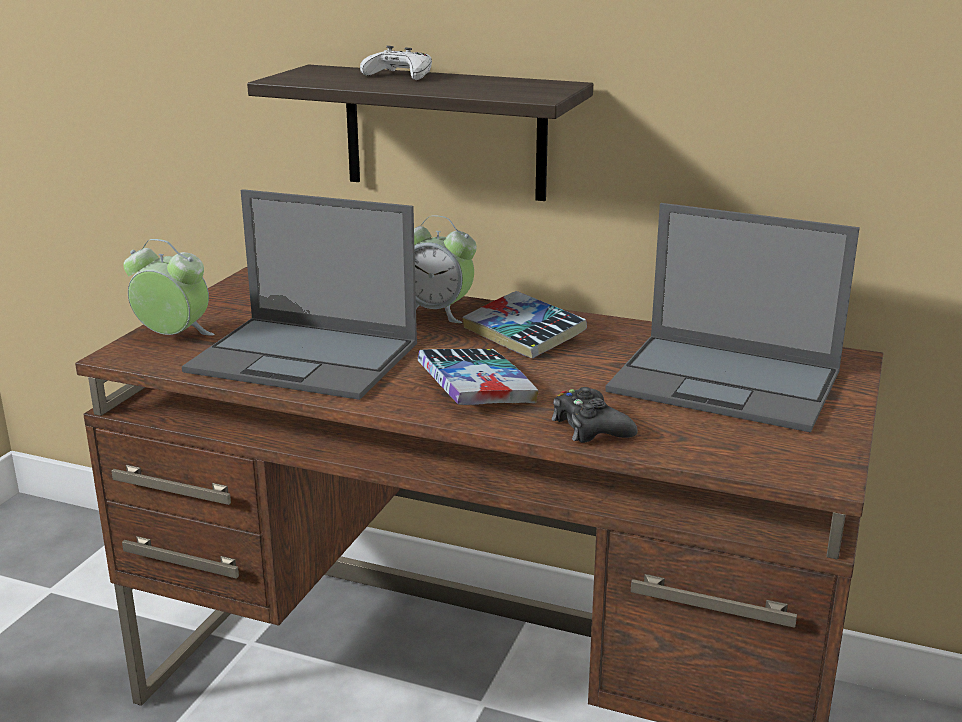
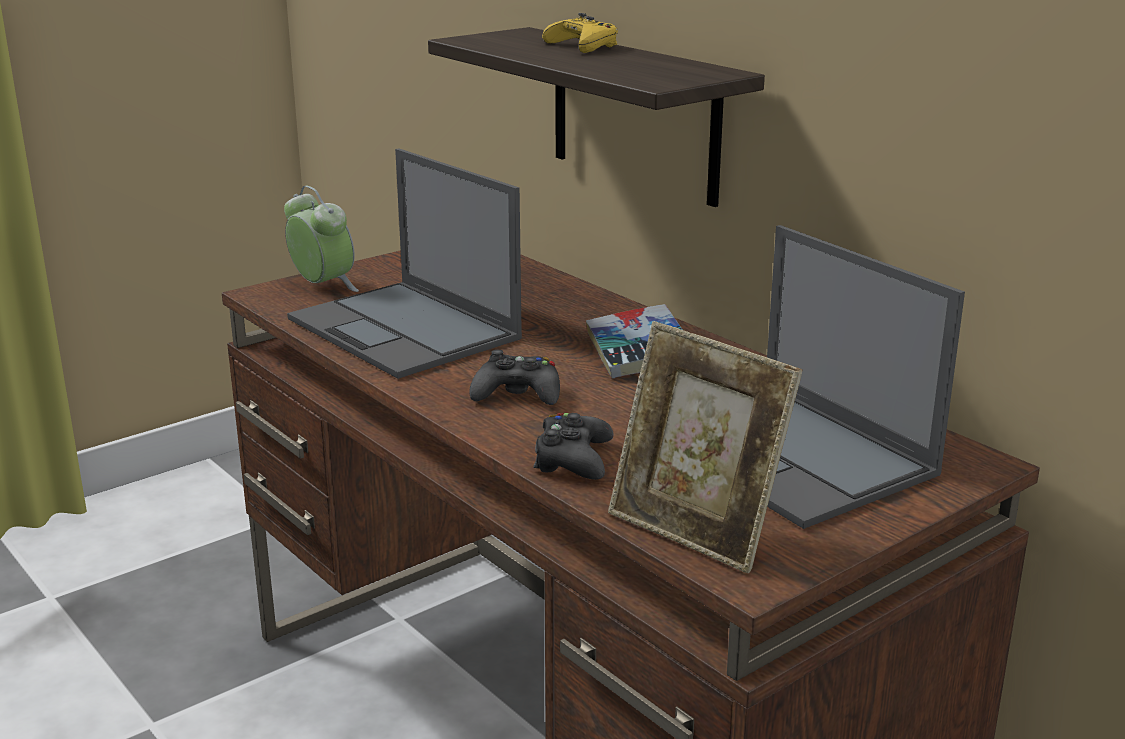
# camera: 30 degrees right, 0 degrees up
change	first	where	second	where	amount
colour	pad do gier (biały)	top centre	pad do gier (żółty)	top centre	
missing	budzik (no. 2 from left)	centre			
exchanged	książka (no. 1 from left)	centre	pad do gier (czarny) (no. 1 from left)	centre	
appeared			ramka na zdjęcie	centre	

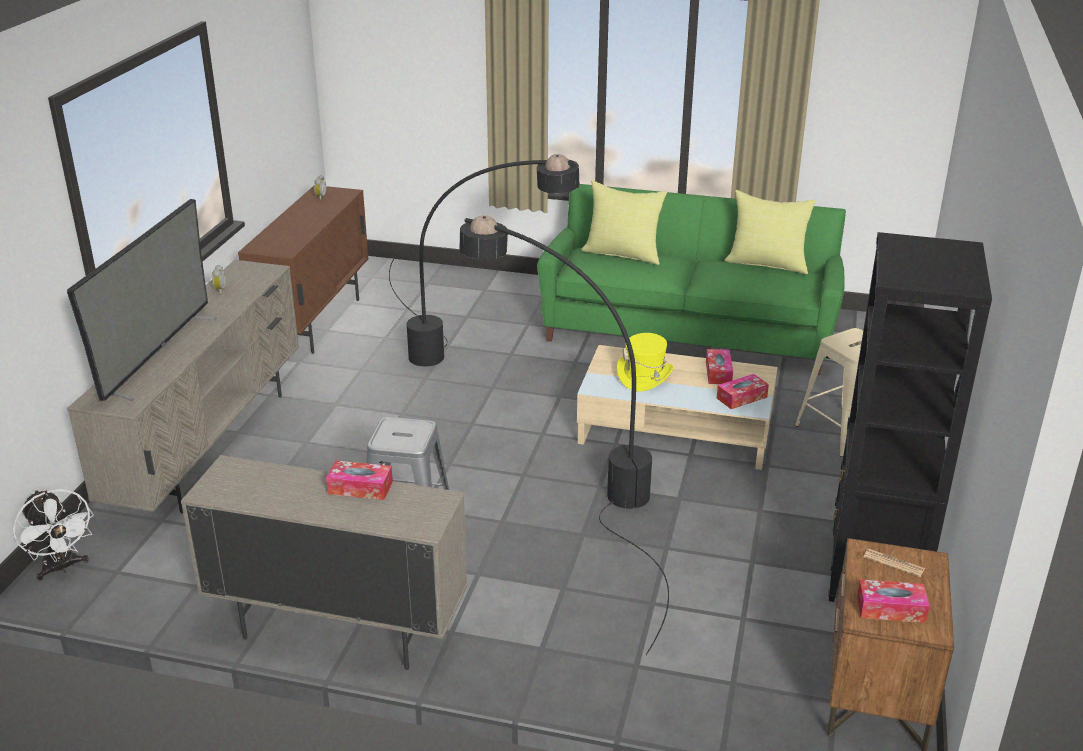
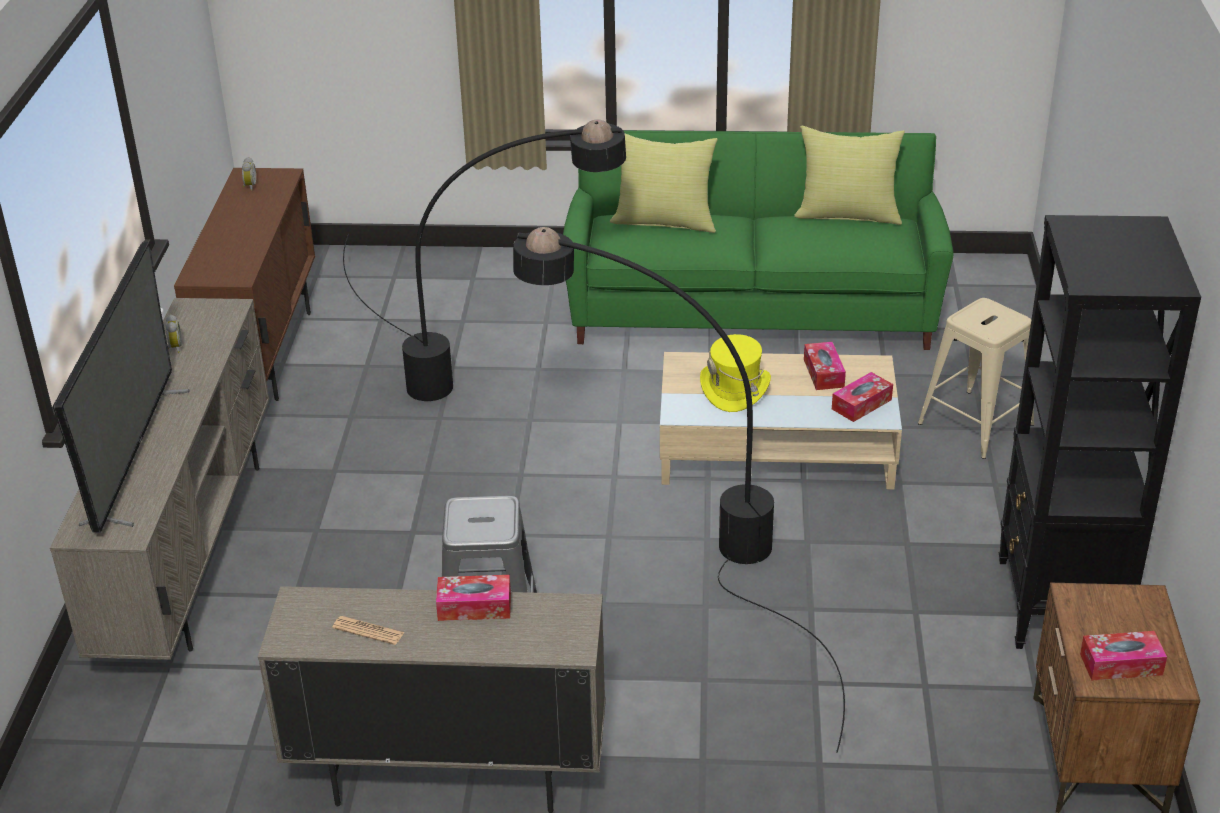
# camera: 10 degrees left, 5 degrees up
change	first	where	second	where	amount
missing	wentylator (biały)	bottom left			
relocated	gazeta	bottom right		bottom left	

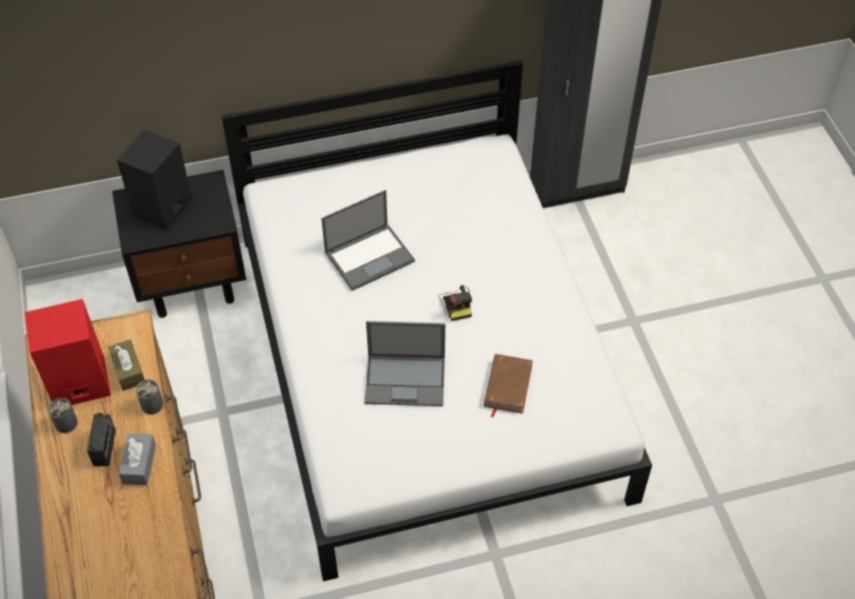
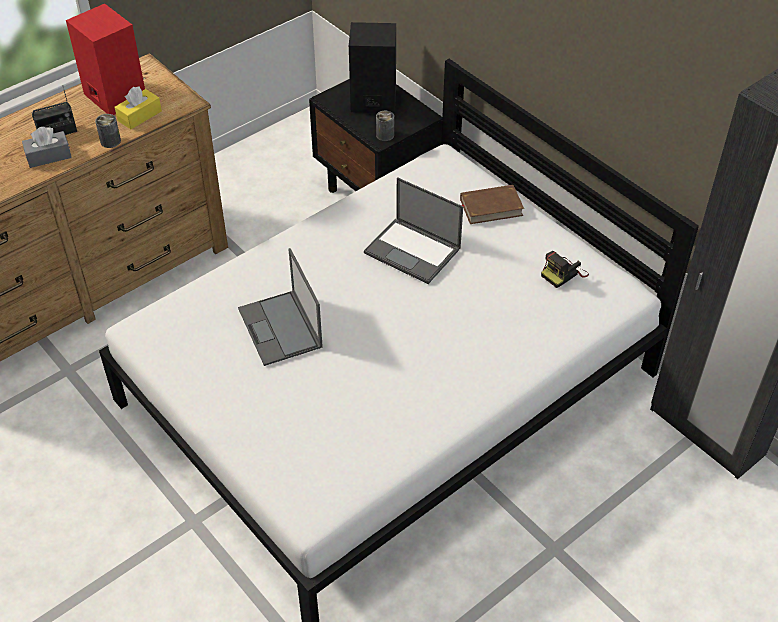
# camera: 65 degrees right, 5 degrees down
change	first	where	second	where	amount
relocated	aparat fotograficzny	centre		middle right	
colour	pudełko chusteczek (brązowy)	middle left	pudełko chusteczek (żółty)	top left	
relocated	książka (brązowy)	centre		top centre	
relocated	puszka (no. 1 from left in the first image)	bottom left	puszka (no. 2 from left)	top centre	

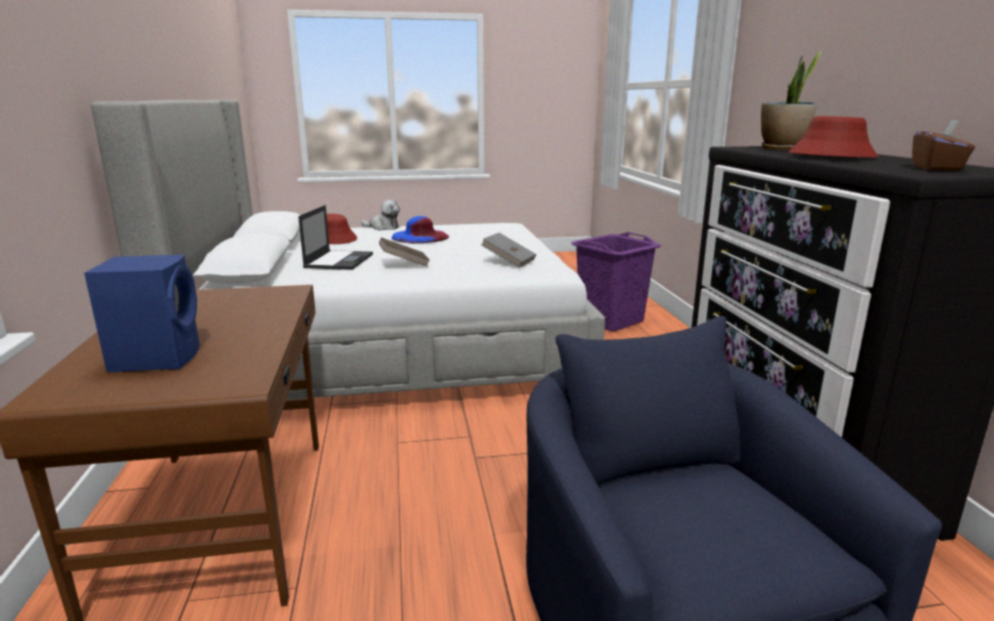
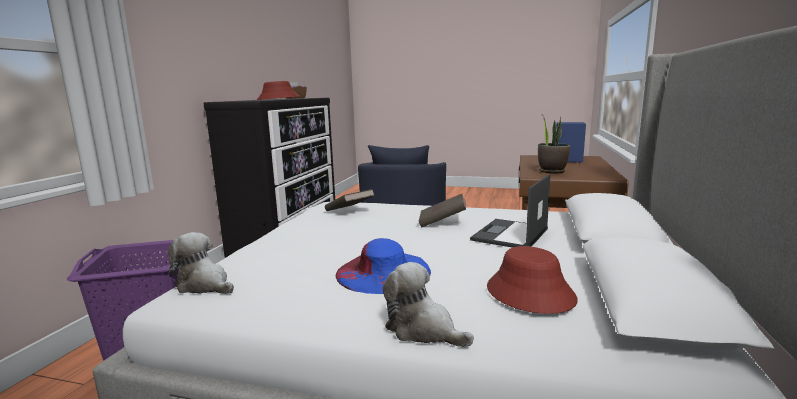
# camera: 155 degrees left, 5 degrees down
change	first	where	second	where	amount
relocated	roślina doniczkowa	top right		middle right	
colour	książka (szary)	centre	książka (brązowy) (no. 1 from left)	centre	
appeared			pluszak (no. 1 from left)	middle left	

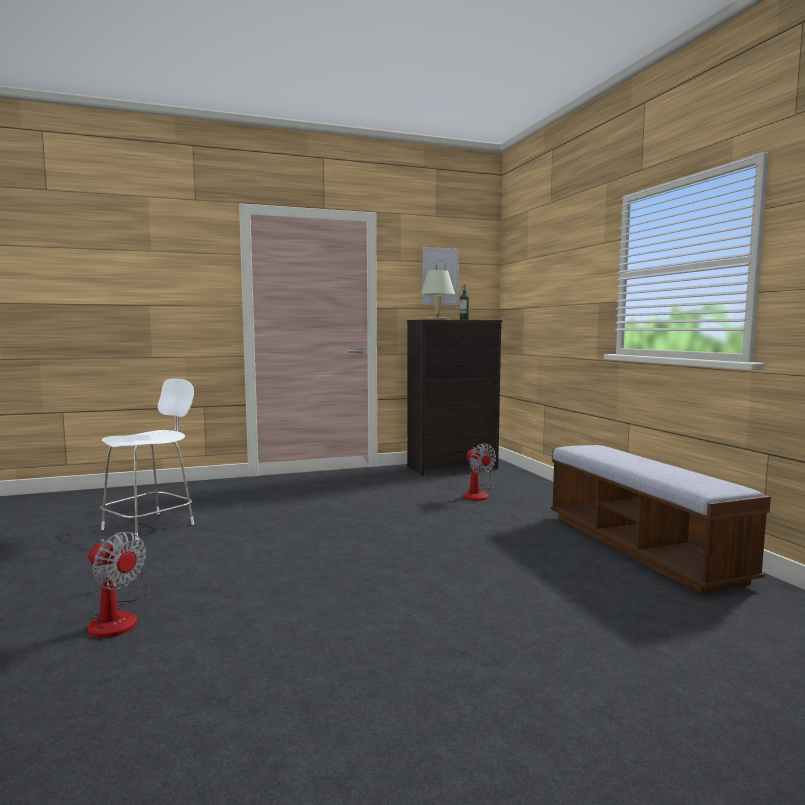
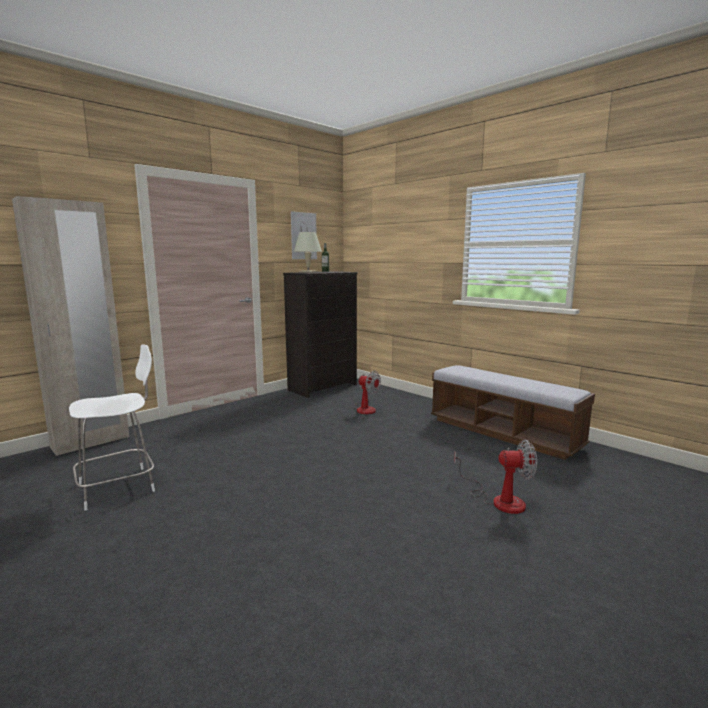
# camera: 25 degrees left, 5 degrees up
change	first	where	second	where	amount
spun	krzesło (biały)	middle left		middle left	45 degrees clockwise
relocated	wentylator (no. 1 from left in the first image)	bottom left	wentylator (no. 2 from left)	bottom right	
appeared			szafa (beżowy)	middle left	

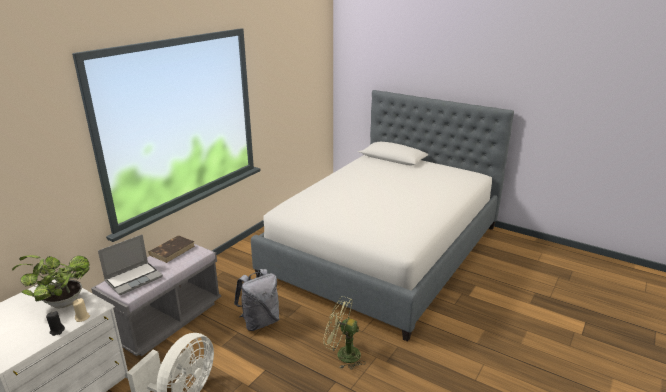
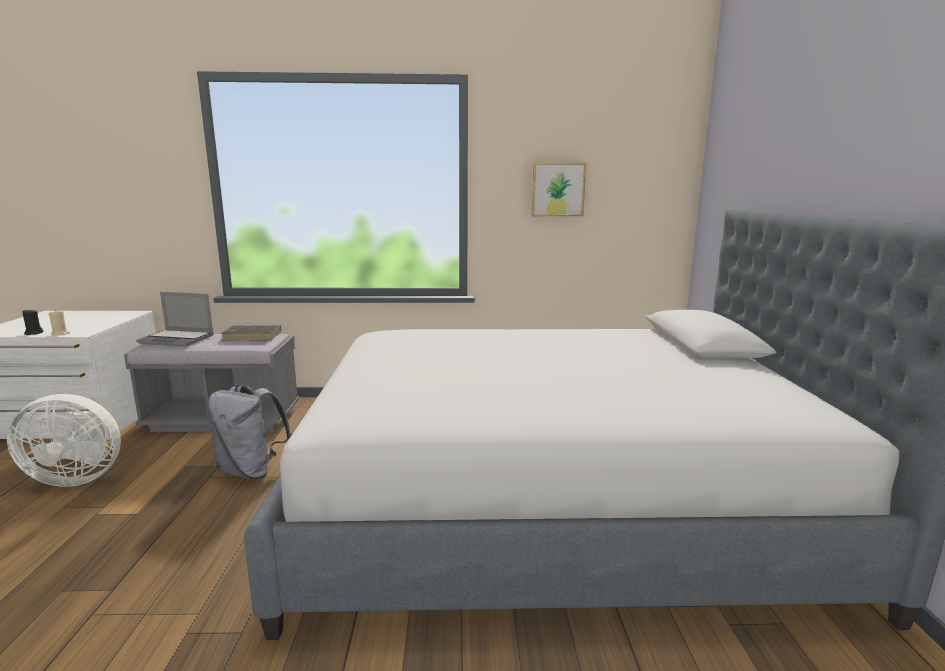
# camera: 55 degrees right, 10 degrees down
change	first	where	second	where	amount
missing	roślina doniczkowa	bottom left			
missing	wentylator (zielony)	bottom centre			
appeared			obraz	top centre	

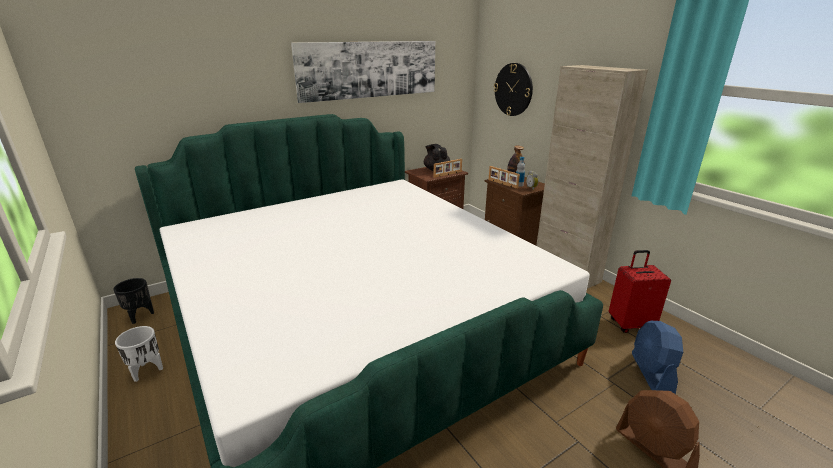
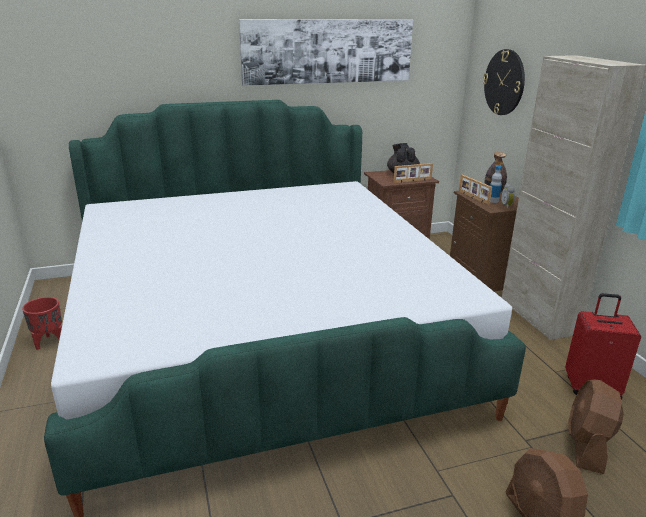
# camera: 15 degrees right, 0 degrees up
change	first	where	second	where	amount
missing	donica (czarny)	middle left			
colour	wentylator (niebieski)	bottom right	wentylator (brązowy) (no. 2 from left)	bottom right	
colour	donica (biały)	bottom left	donica (czerwony)	middle left	

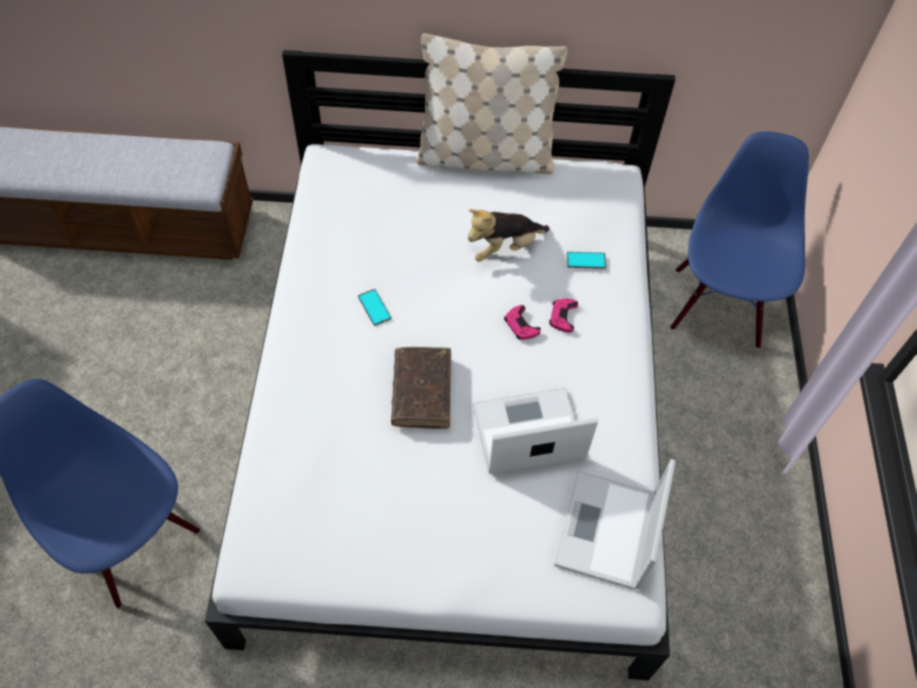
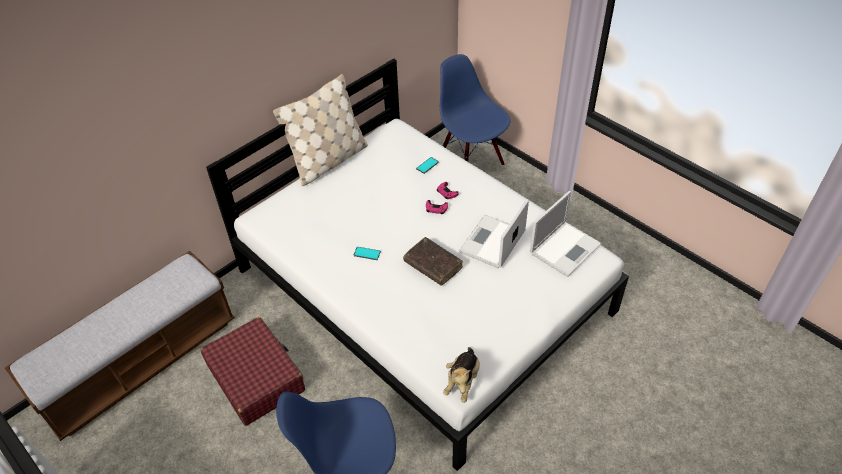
# camera: 45 degrees left, 10 degrees down
change	first	where	second	where	amount
relocated	pluszak	centre		bottom centre	
spun	laptop (no. 2 from left)	bottom right		middle right	105 degrees counterclockwise
appeared			walizka (czerwony)	bottom left	

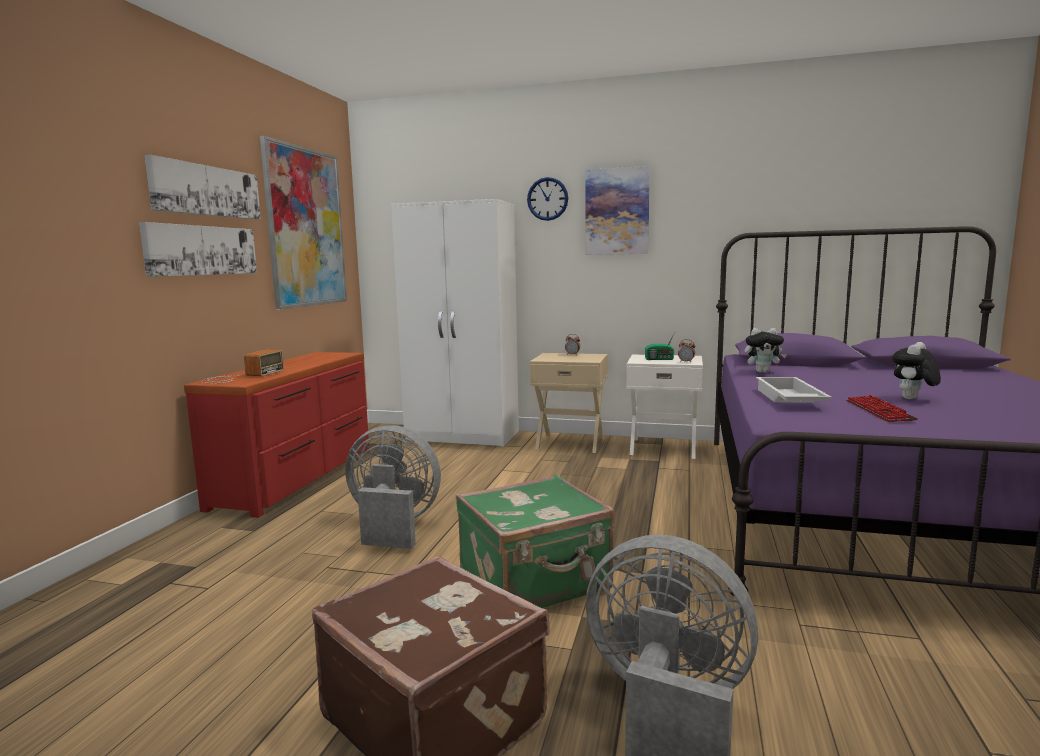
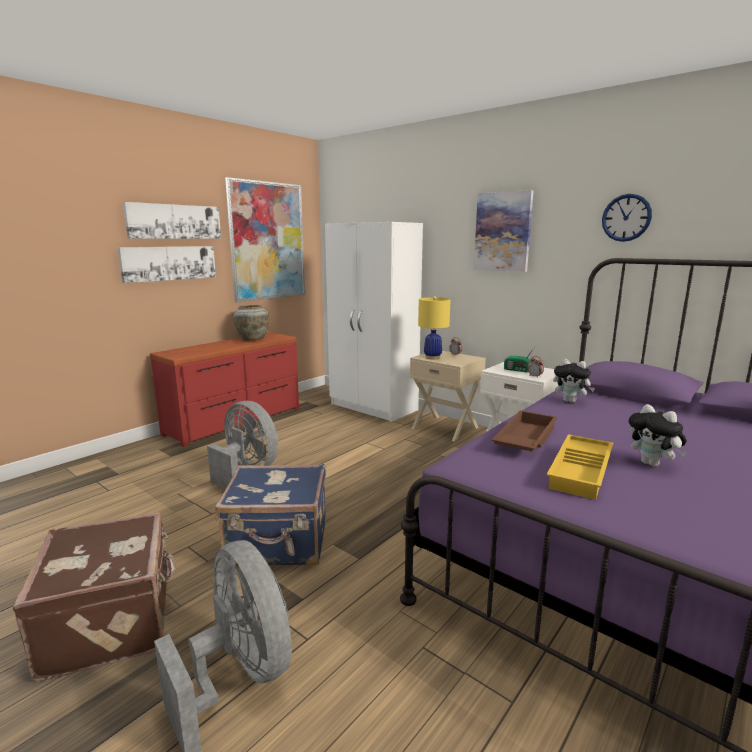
# camera: 25 degrees right, 5 degrees up
change	first	where	second	where	amount
relocated	zegar ścienny	top centre		top right	
spun	pluszak (no. 2 from left)	middle right		middle right	105 degrees counterclockwise
missing	radio (no. 1 from left)	middle left			
colour	taca (biały)	middle right	taca (brązowy)	middle right	
exchanged	klawiatura	middle right	taca (żółty)	middle right	
colour	walizka (zielony)	bottom centre	walizka (niebieski)	bottom centre	
appeared			lampa stołowa (żółty)	centre	
appeared			wazon (beżowy)	centre	

